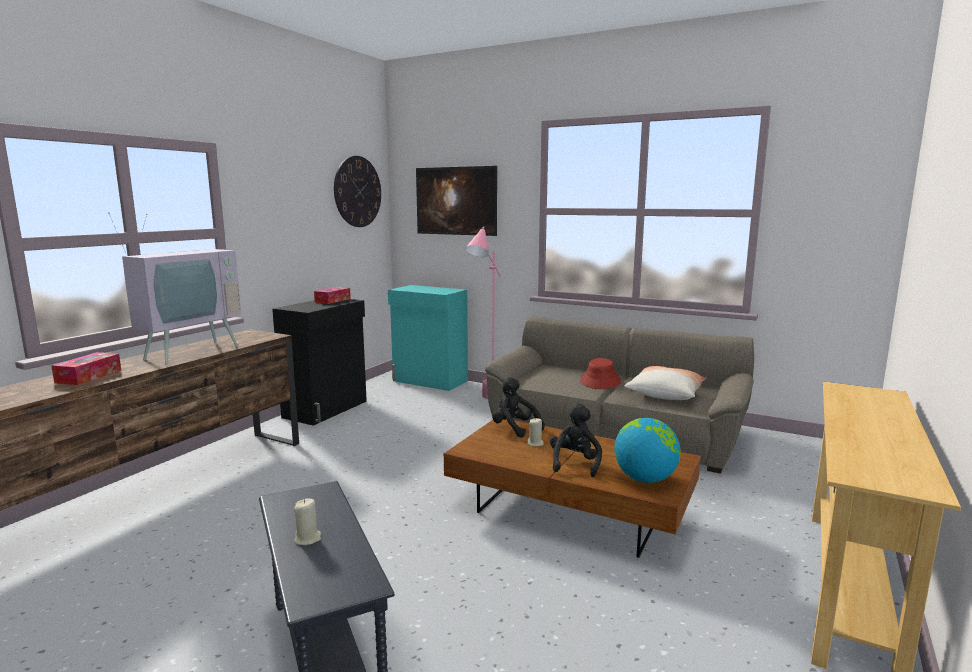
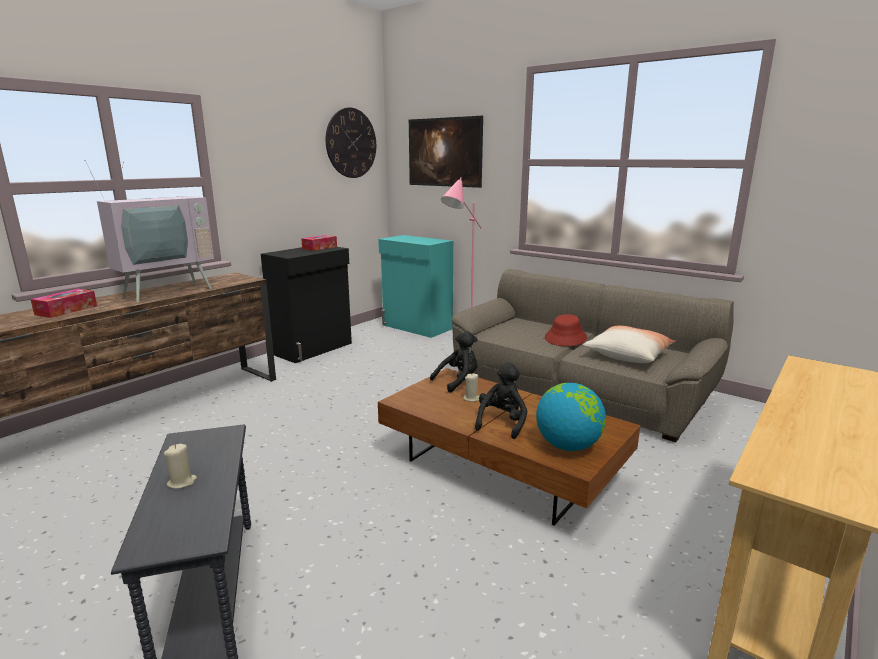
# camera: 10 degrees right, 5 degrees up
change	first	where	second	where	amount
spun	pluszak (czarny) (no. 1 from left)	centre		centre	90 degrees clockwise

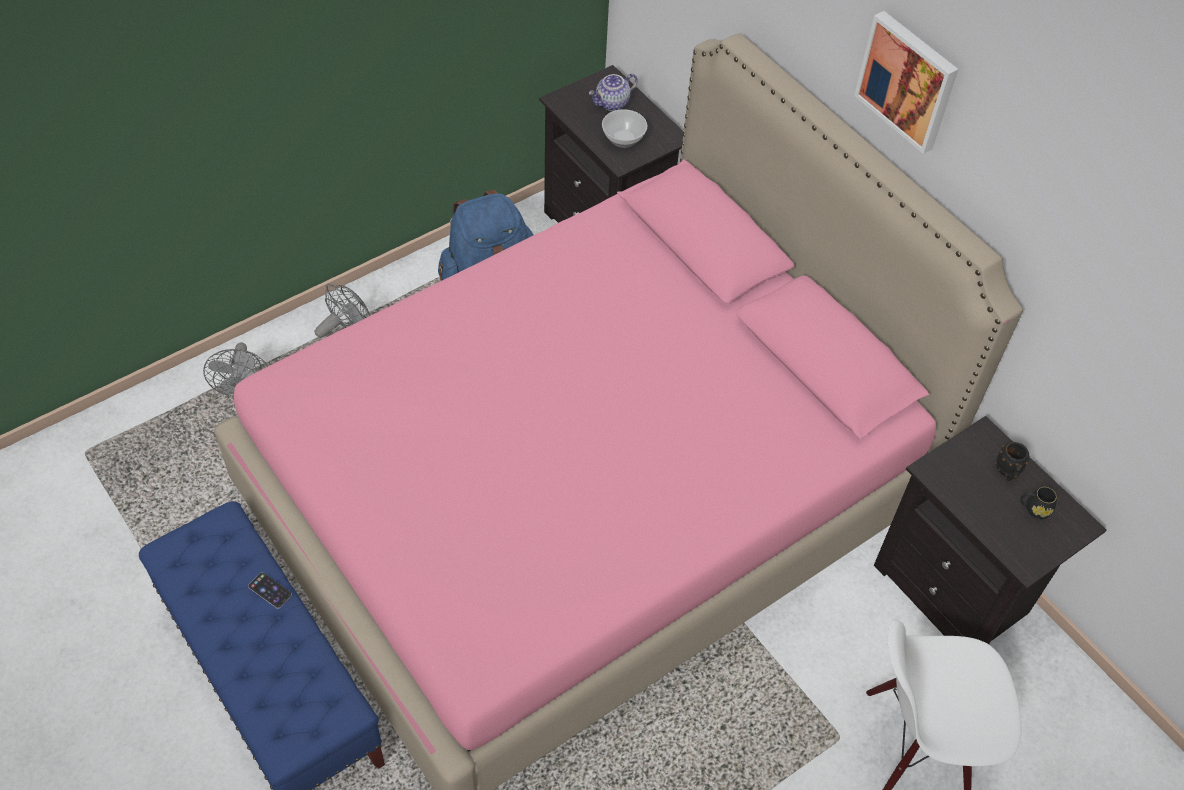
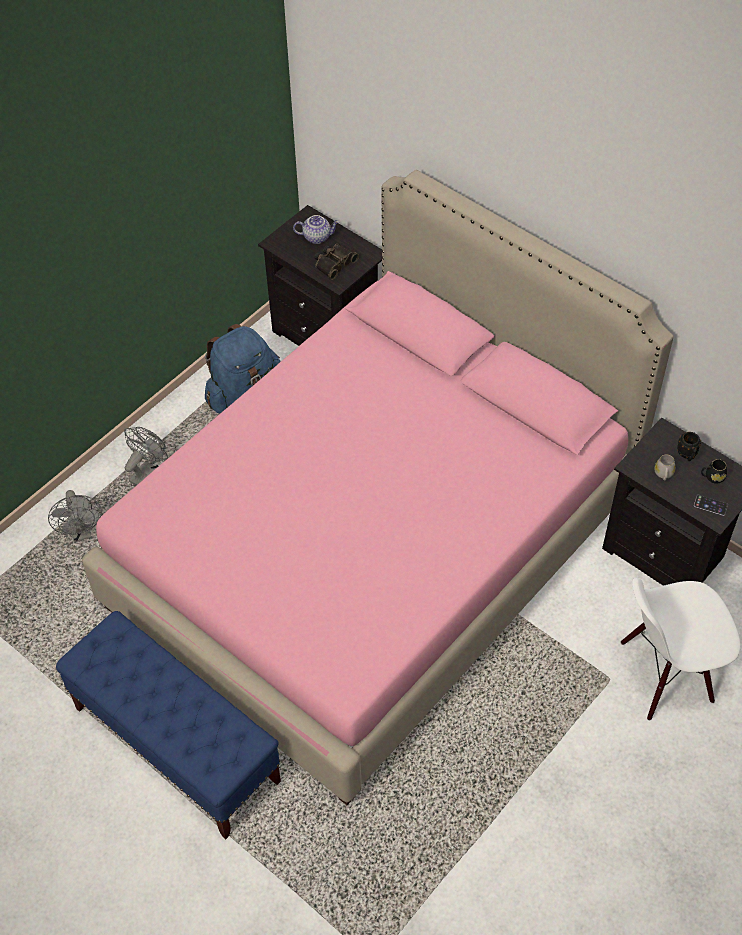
# camera: 10 degrees left, 0 degrees up
change	first	where	second	where	amount
missing	obraz	top right			
spun	imbryk	top centre		top centre	135 degrees counterclockwise
exchanged	miska	top centre	lornetka	top centre	
relocated	telefon	bottom left		middle right	
appeared			kubek (biały)	middle right	

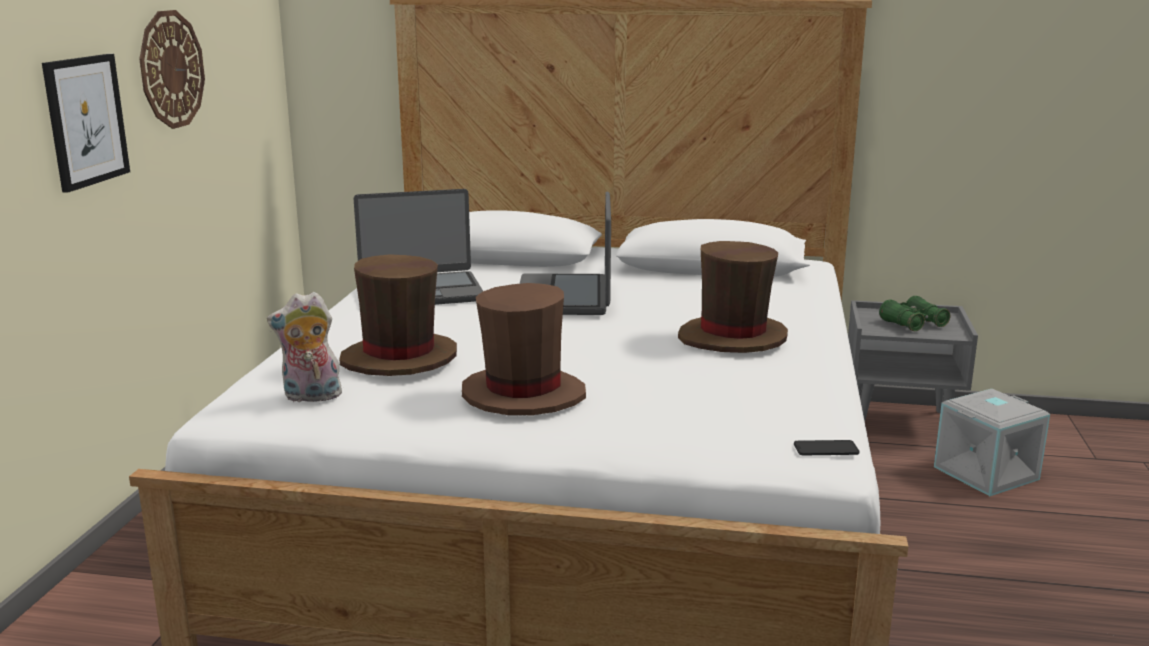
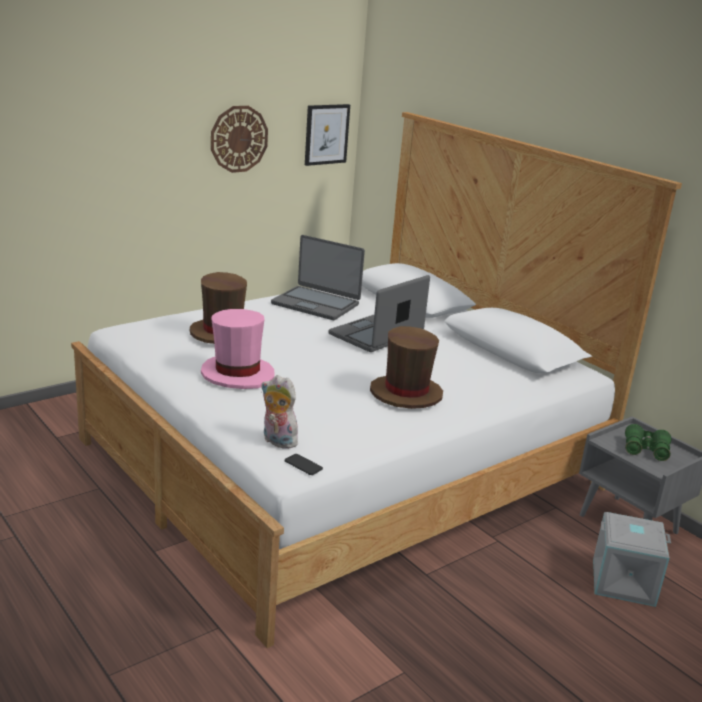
# camera: 40 degrees right, 5 degrees up
change	first	where	second	where	amount
relocated	obraz	top left		top centre	
colour	kapelusz (brązowy) (no. 2 from left)	centre	kapelusz (różowy)	centre	
relocated	pluszak	middle left		centre	

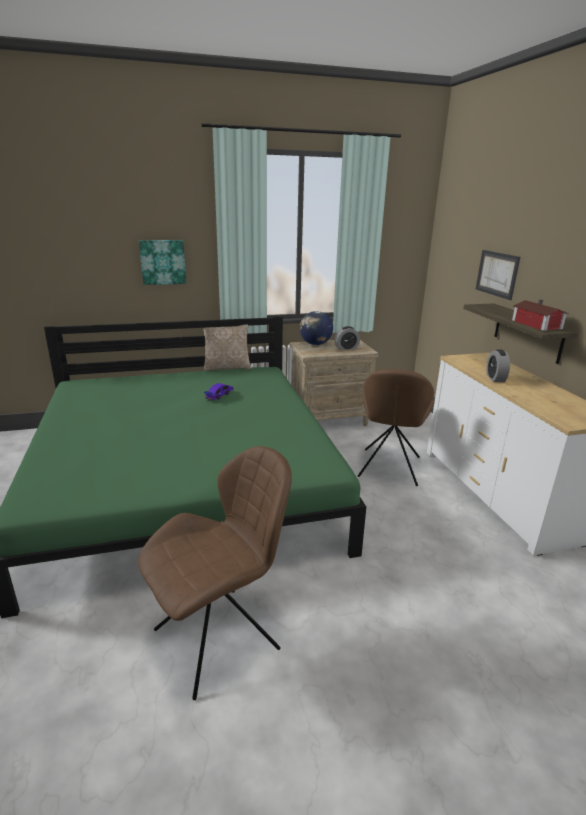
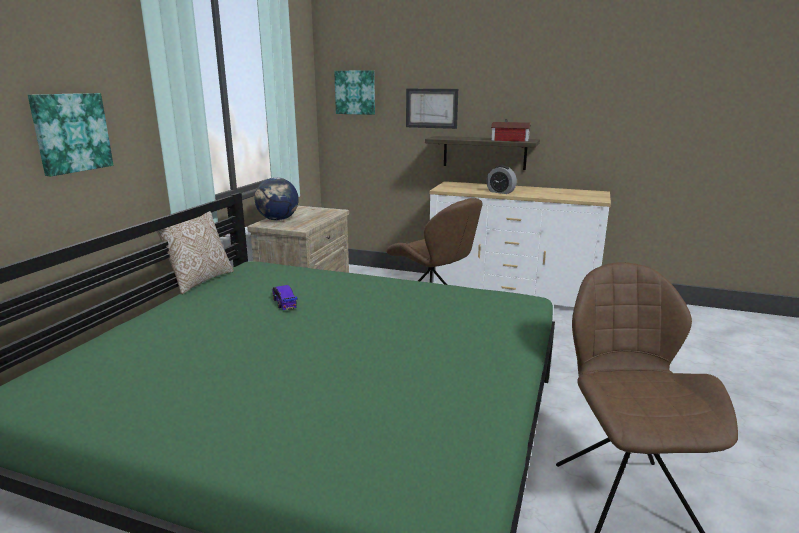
# camera: 55 degrees left, 5 degrees down
change	first	where	second	where	amount
missing	budzik (no. 1 from left)	centre			
appeared			obraz (no. 2 from left)	top centre	

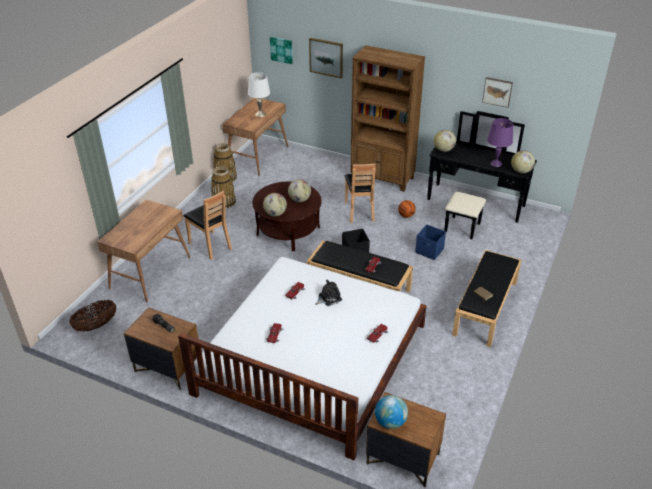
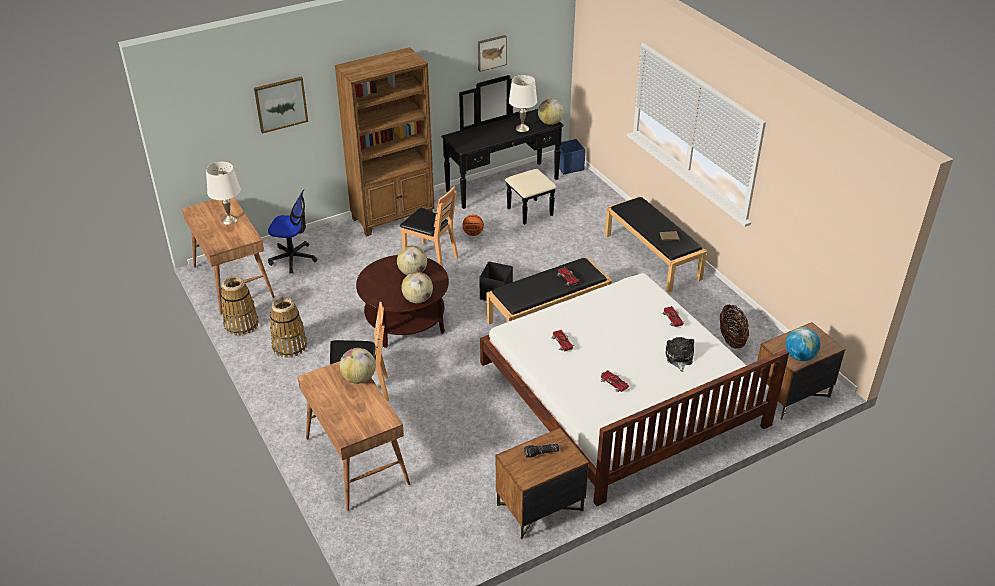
# camera: 55 degrees left, 0 degrees up
change	first	where	second	where	amount
missing	obraz (no. 1 from left)	top centre			
colour	lampa stołowa (fioletowy)	top right	lampa stołowa (biały) (no. 2 from left)	top centre	
relocated	globus (no. 4 from left in the first image)	top right	globus (no. 1 from left)	centre	
relocated	pojemnik do przechowywania (niebieski)	centre		top centre	
relocated	pluszak	centre		middle right	
relocated	koszyk (no. 1 from left in the first image)	middle left	koszyk (no. 3 from left)	middle right	
appeared			krzesło biurowe	middle left	

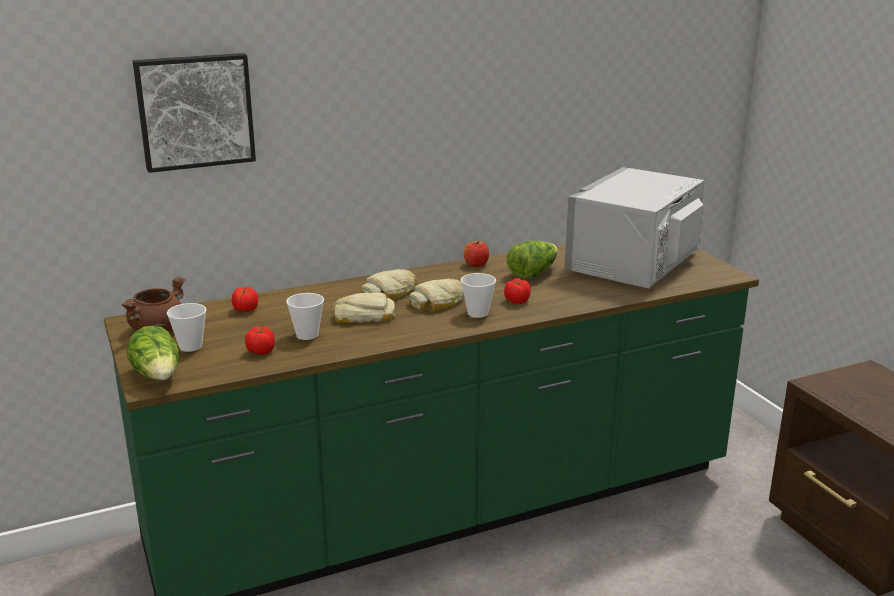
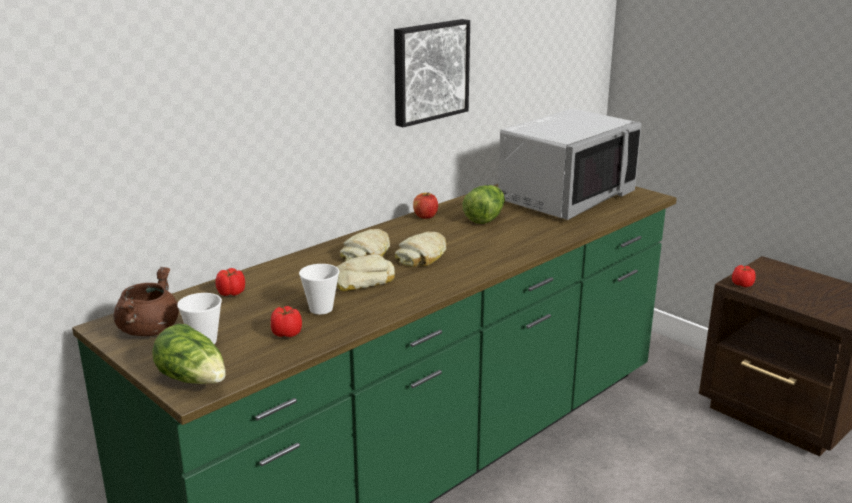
# camera: 20 degrees left, 0 degrees up
change	first	where	second	where	amount
relocated	obraz	top left		top centre	
spun	mikrofalówka (szary)	middle right		top right	150 degrees counterclockwise
missing	filiżanka (no. 3 from left)	centre			
relocated	pomidor (no. 3 from left)	centre		middle right	

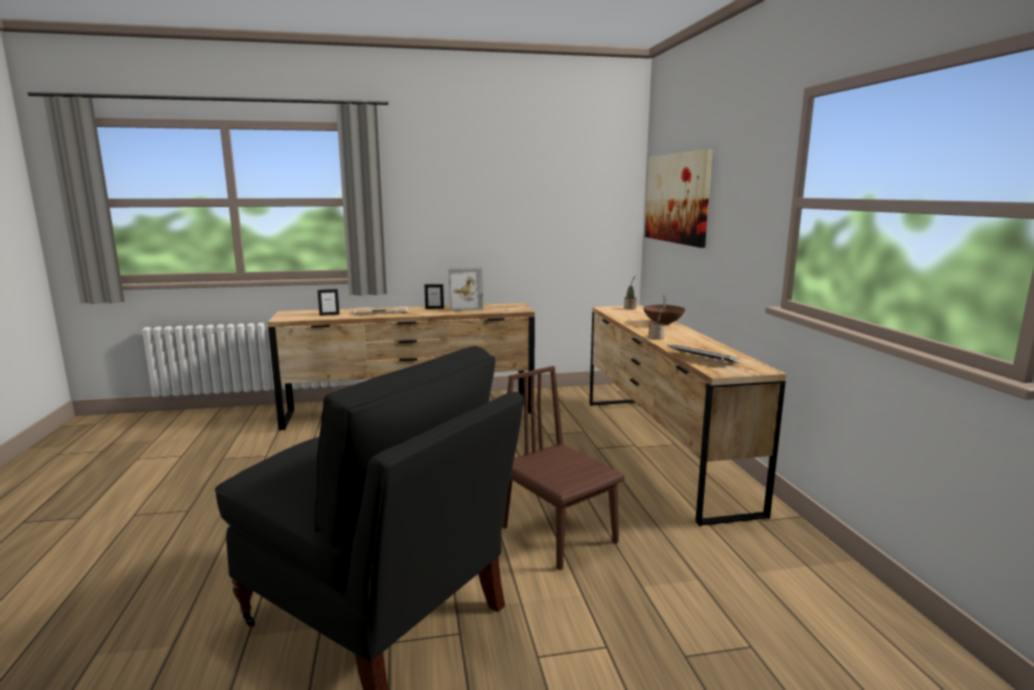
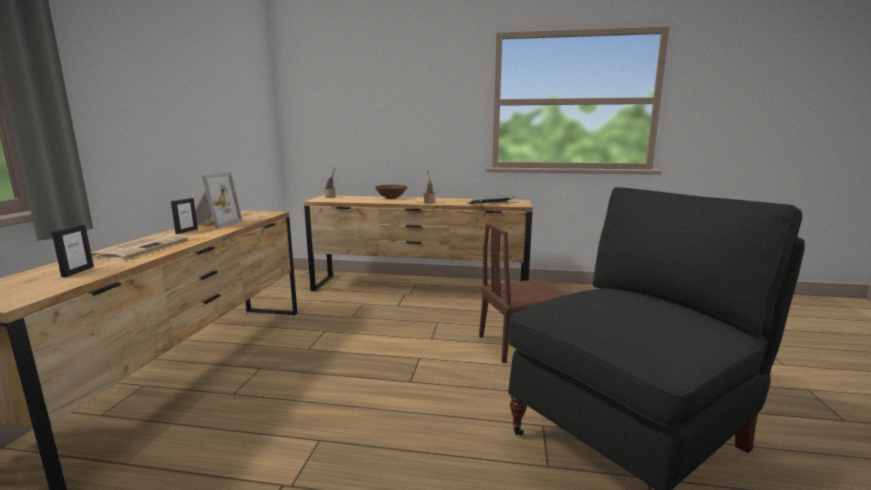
# camera: 70 degrees left, 0 degrees up
change	first	where	second	where	amount
missing	obraz	top centre			

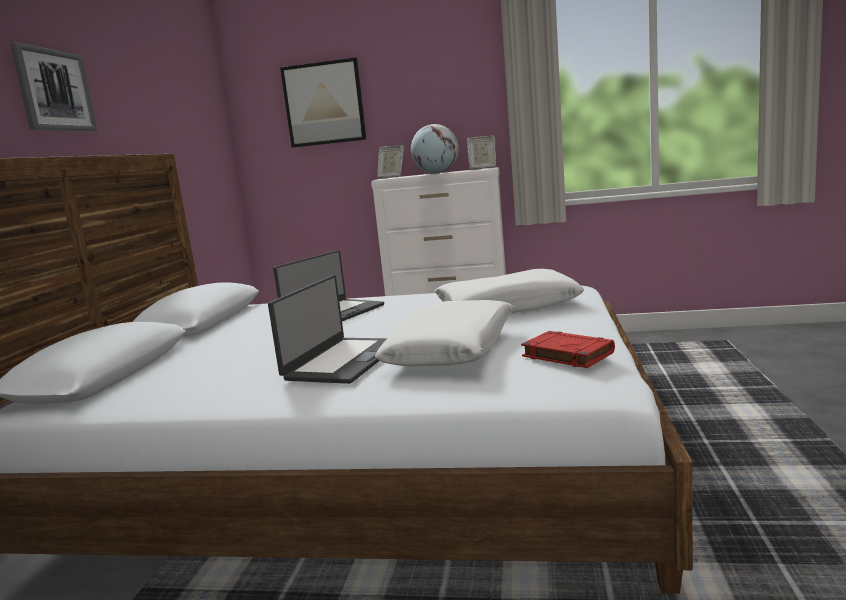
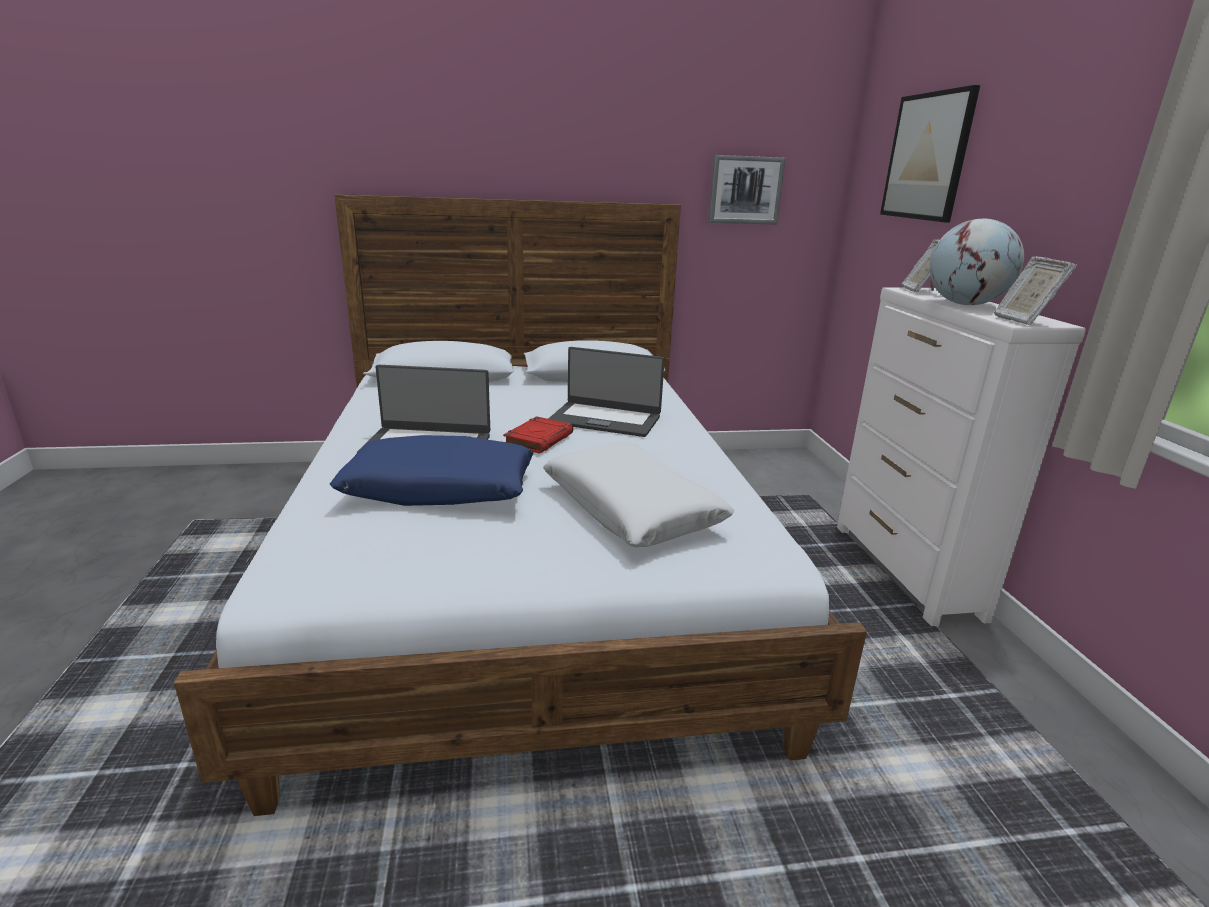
# camera: 70 degrees right, 10 degrees up
change	first	where	second	where	amount
relocated	obraz (no. 1 from left)	top left		top centre	
colour	poduszka (biały) (no. 1 from left)	centre	poduszka (niebieski)	centre	
relocated	książka (czerwony)	middle right		centre	

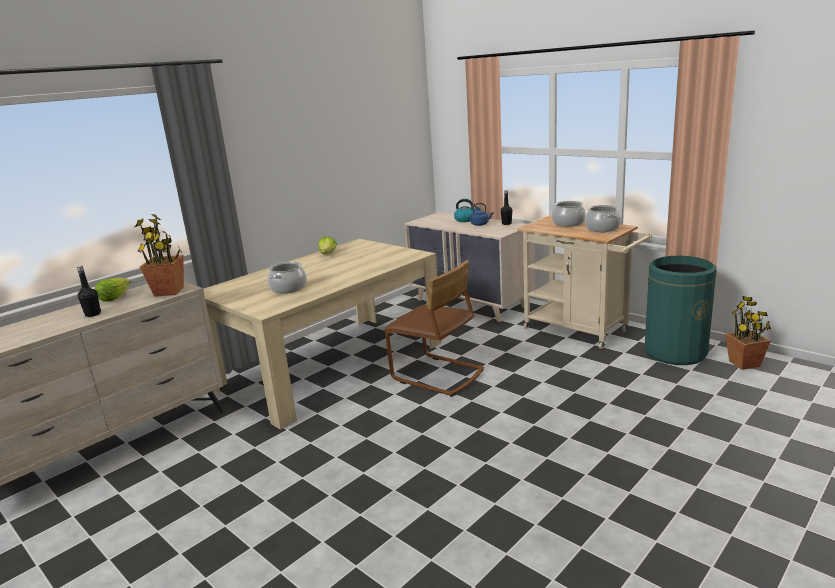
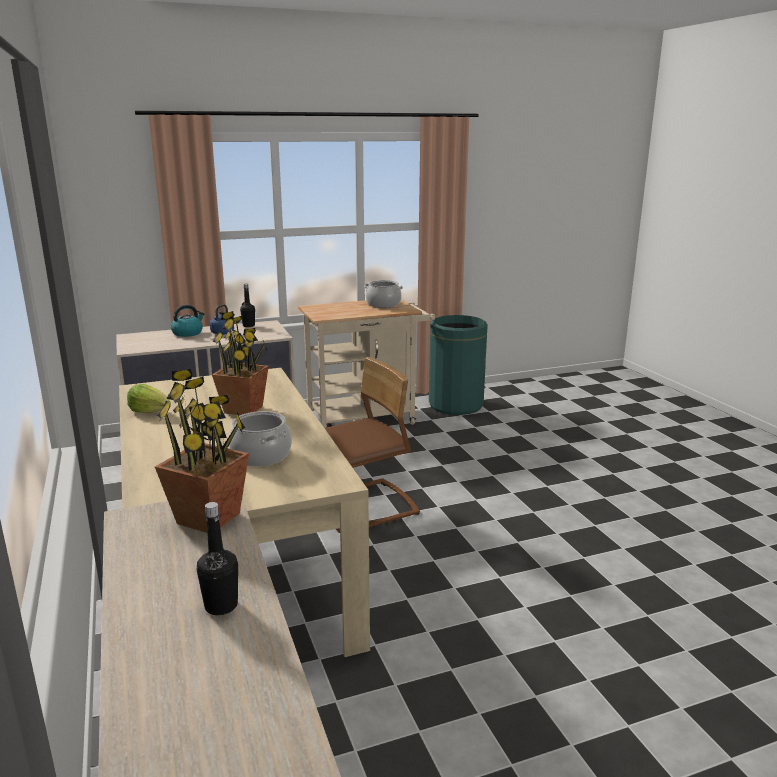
# camera: 65 degrees left, 0 degrees up
change	first	where	second	where	amount
missing	garnek (no. 2 from left)	middle right			
missing	sałata (no. 1 from left)	middle left			
relocated	roślina doniczkowa (no. 2 from left)	middle right		middle left	

